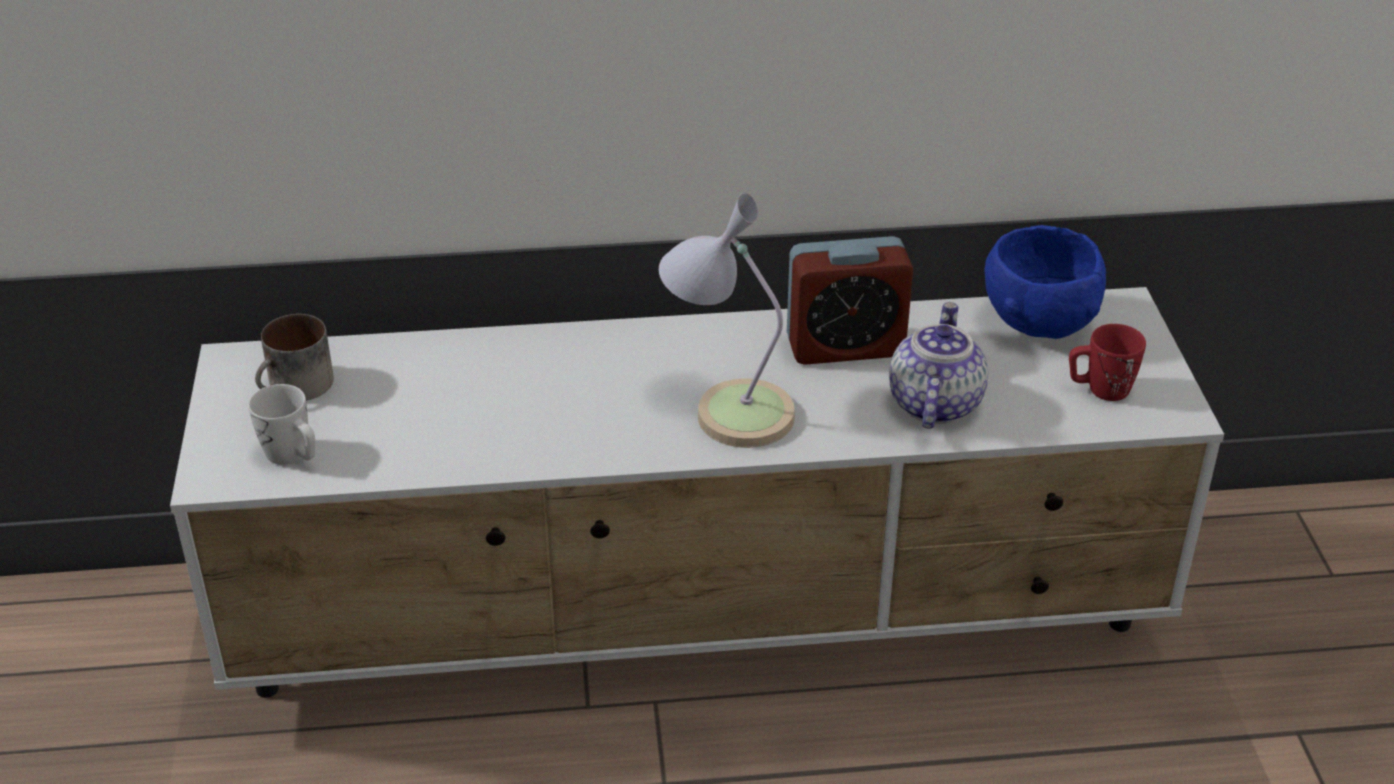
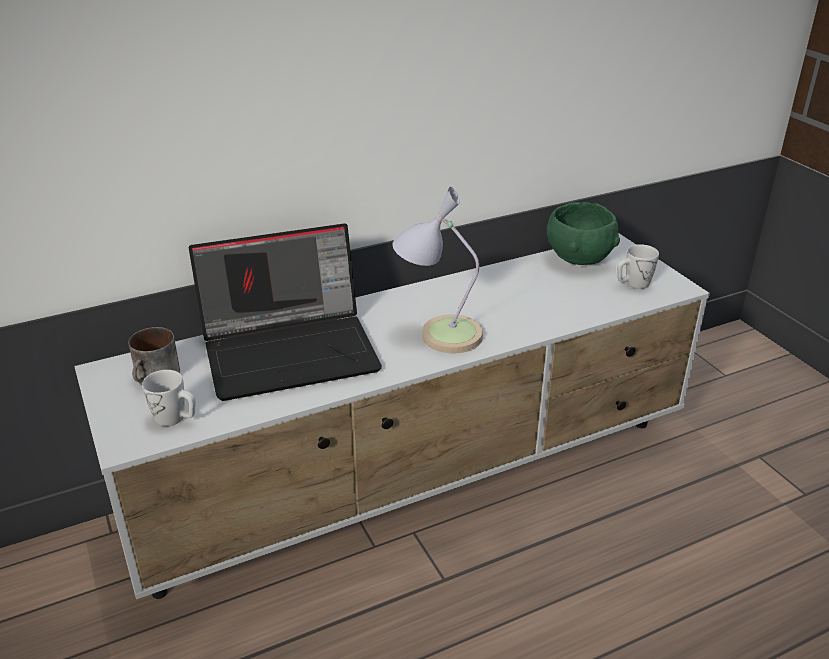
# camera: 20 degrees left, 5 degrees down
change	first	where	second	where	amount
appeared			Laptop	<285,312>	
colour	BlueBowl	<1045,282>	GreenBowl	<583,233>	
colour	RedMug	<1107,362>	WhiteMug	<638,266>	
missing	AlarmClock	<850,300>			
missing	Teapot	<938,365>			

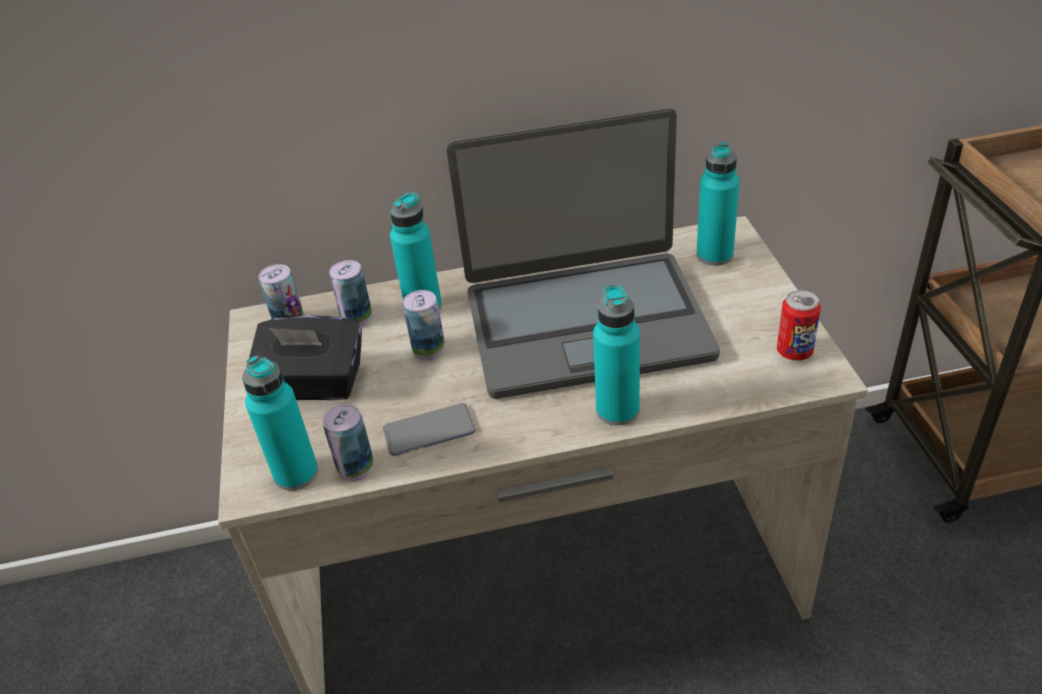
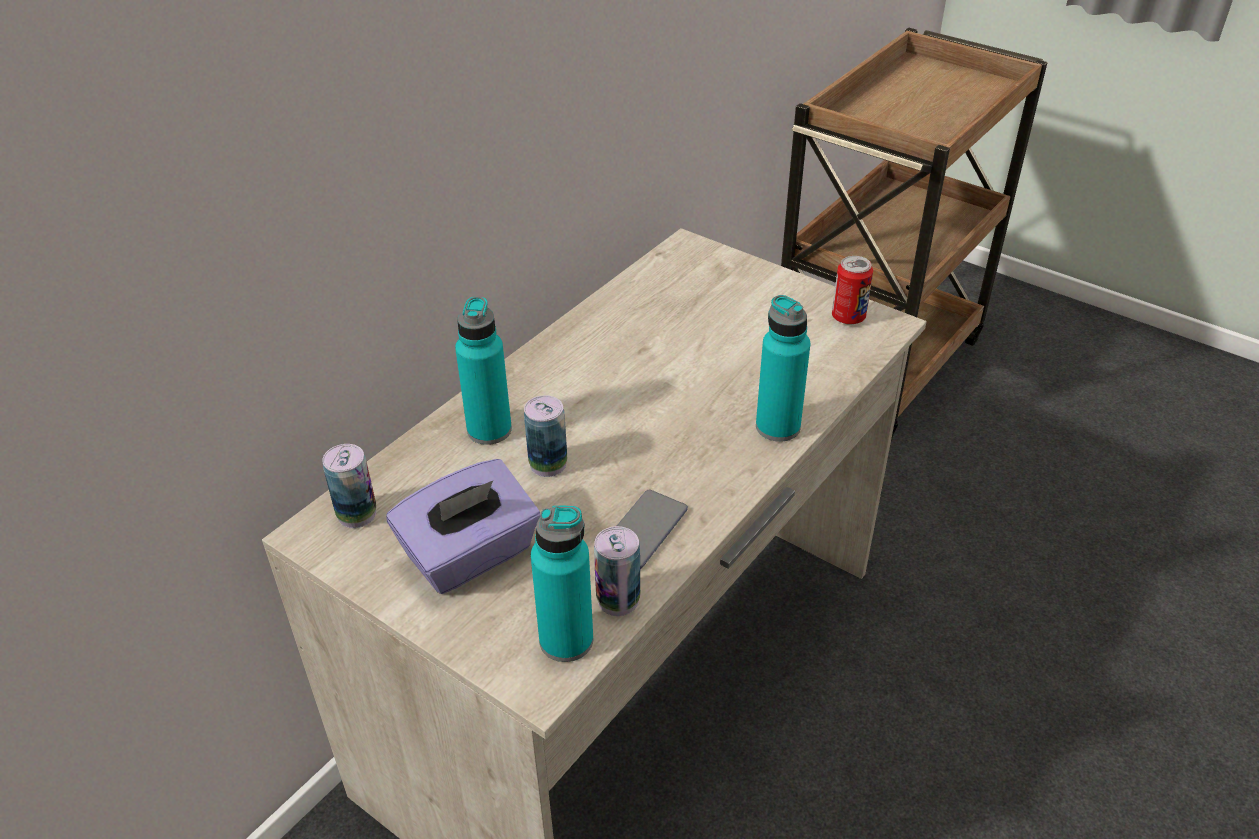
# camera: 45 degrees left, 0 degrees up
change	first	where	second	where	amount
colour	BlackTissueBox	<305,357>	PurpleTissueBox	<463,526>	
missing	Can	<350,293>			
missing	Laptop	<583,253>			
missing	TurquoiseBottle	<718,204>			

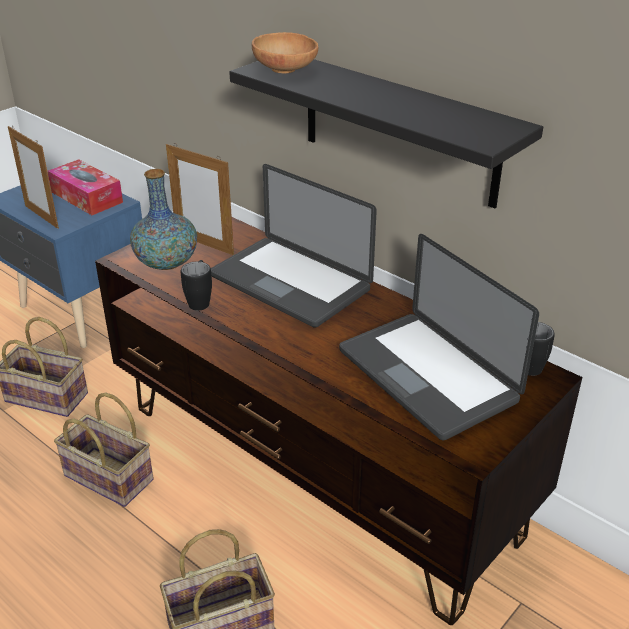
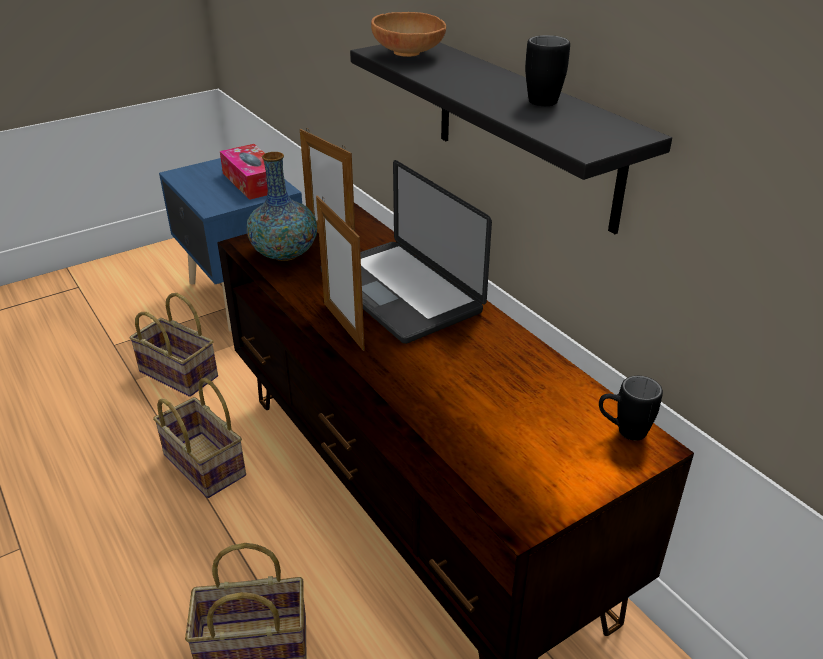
# camera: 15 degrees right, 0 degrees up
change	first	where	second	where	amount
relocated	PictureFrame	<33,177>		<340,273>	
relocated	BlackMug	<196,285>		<547,70>	
missing	Laptop	<439,337>			

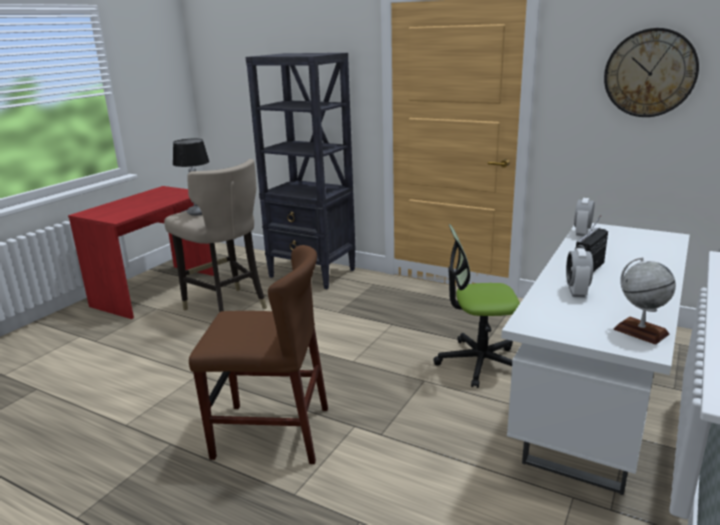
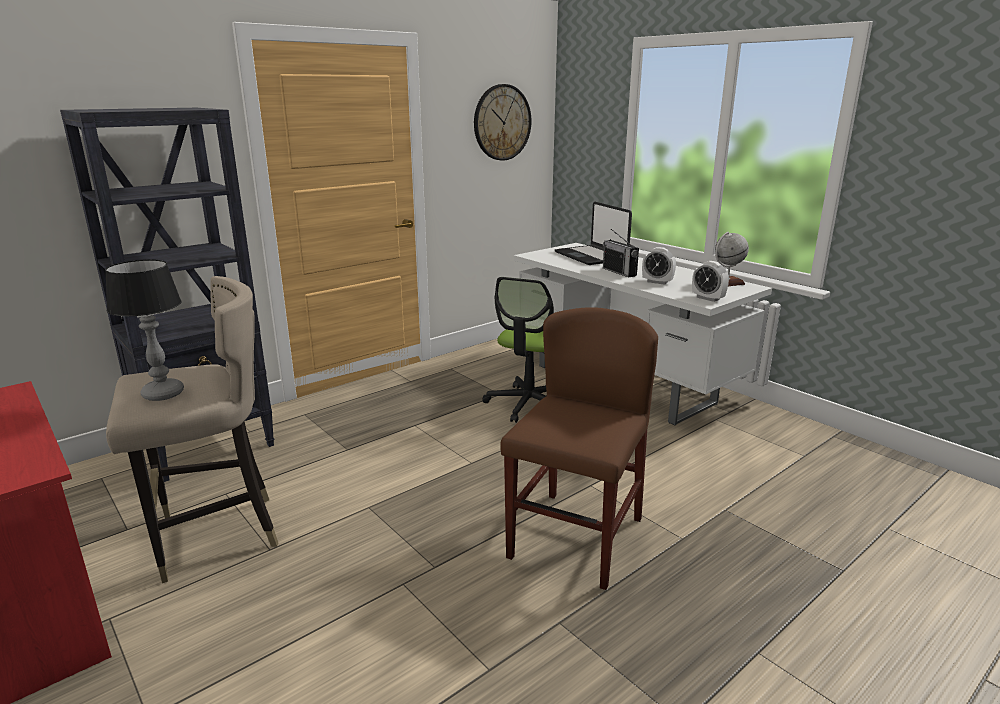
# camera: 70 degrees left, 0 degrees up
change	first	where	second	where	amount
appeared			Laptop	<593,233>	
relocated	AlarmClock	<584,217>		<710,281>	

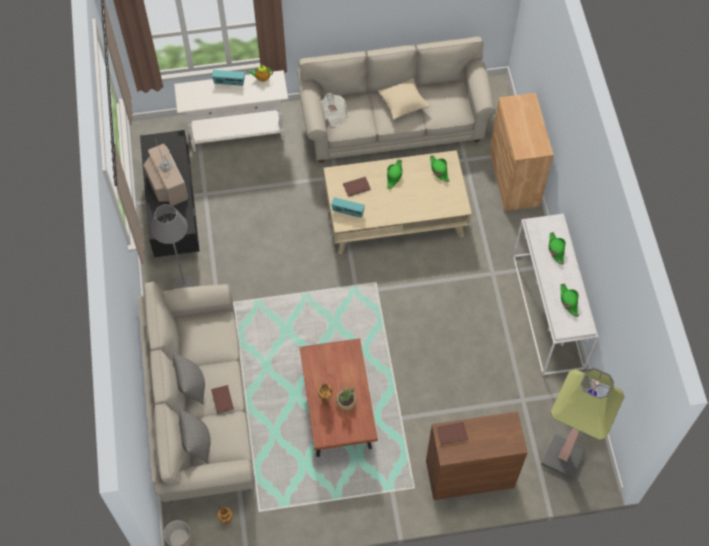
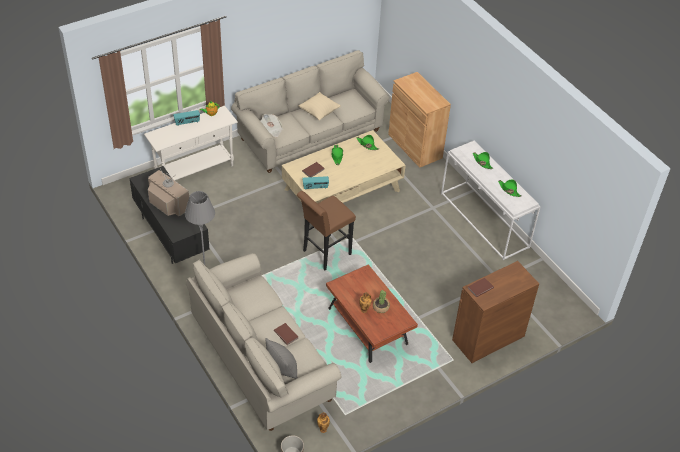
# camera: 25 degrees left, 15 degrees down
change	first	where	second	where	amount
appeared			BrownStool	<326,230>	
missing	GreyPillow	<189,378>			
missing	FloorLamp	<583,424>			

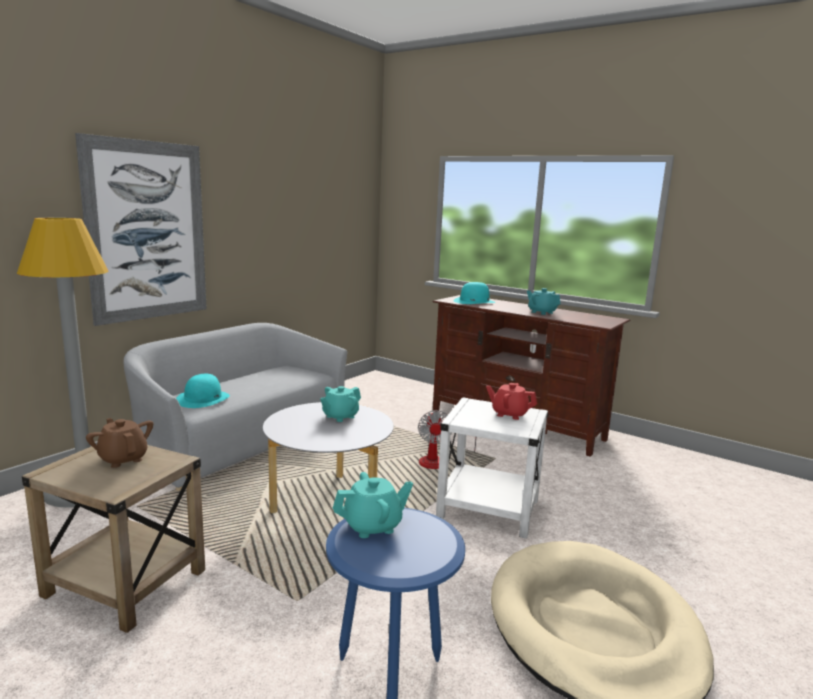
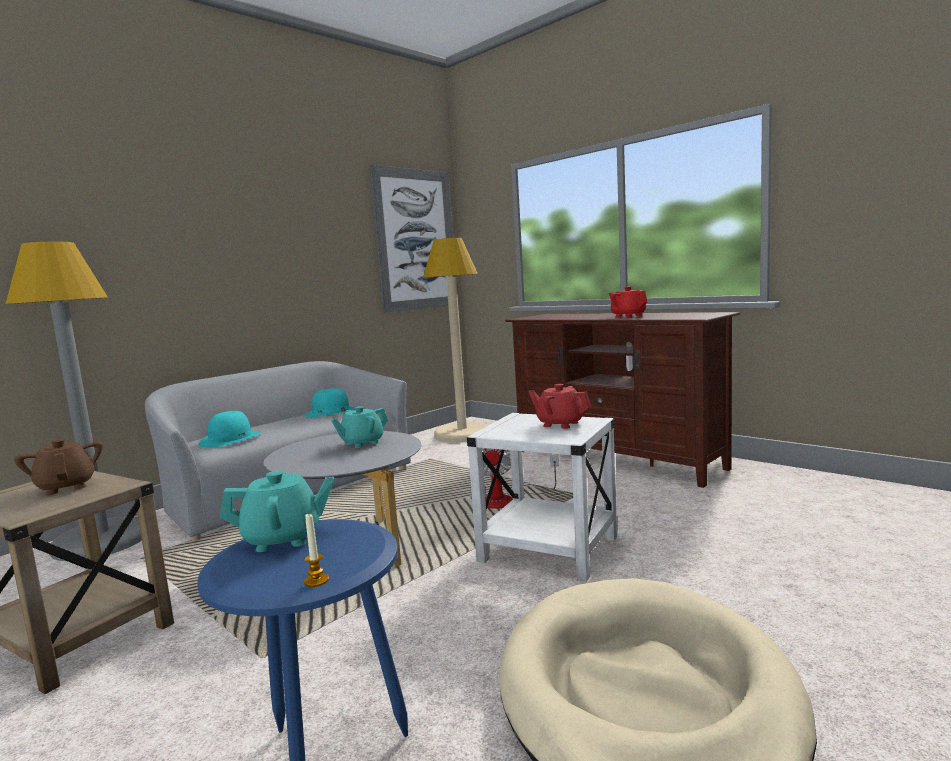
# camera: 10 degrees right, 5 degrees down
change	first	where	second	where	amount
relocated	TurquoiseHat	<475,293>		<329,402>	
appeared			Candle	<316,549>	
relocated	Picture	<141,229>		<412,239>	
appeared			BeigeFloorLamp	<455,340>	
colour	TurquoiseTeapot	<543,301>	RedTeapot	<628,302>	

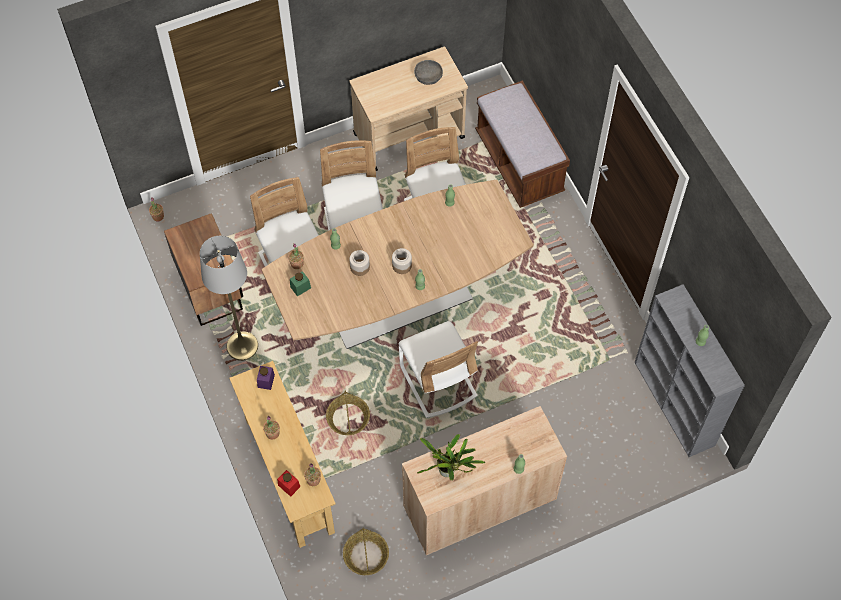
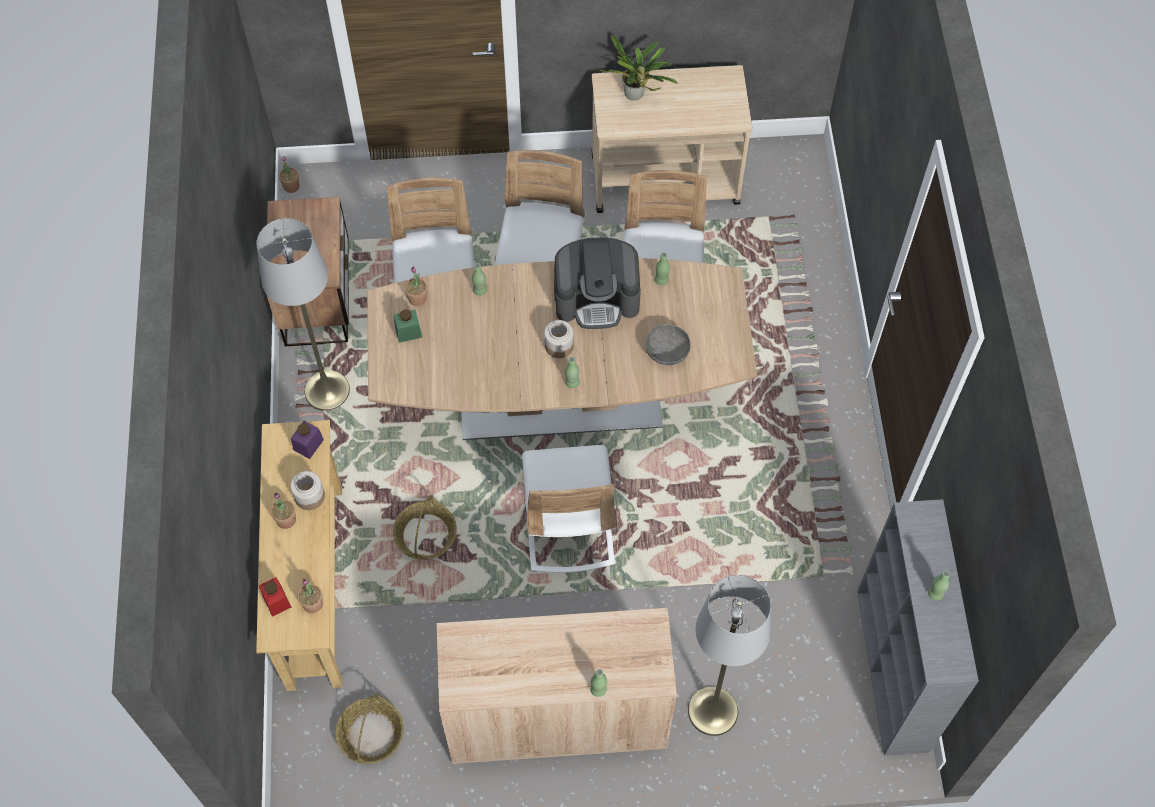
# camera: 20 degrees right, 0 degrees up
change	first	where	second	where	amount
relocated	Jar	<359,263>		<307,490>	
appeared			CoffeeMachine	<597,283>	
relocated	PottedPlant	<451,457>		<635,68>	
relocated	GreyBowl	<428,72>		<668,344>	
appeared			GreyFloorLamp	<729,655>	
missing	BrownBench	<522,144>			

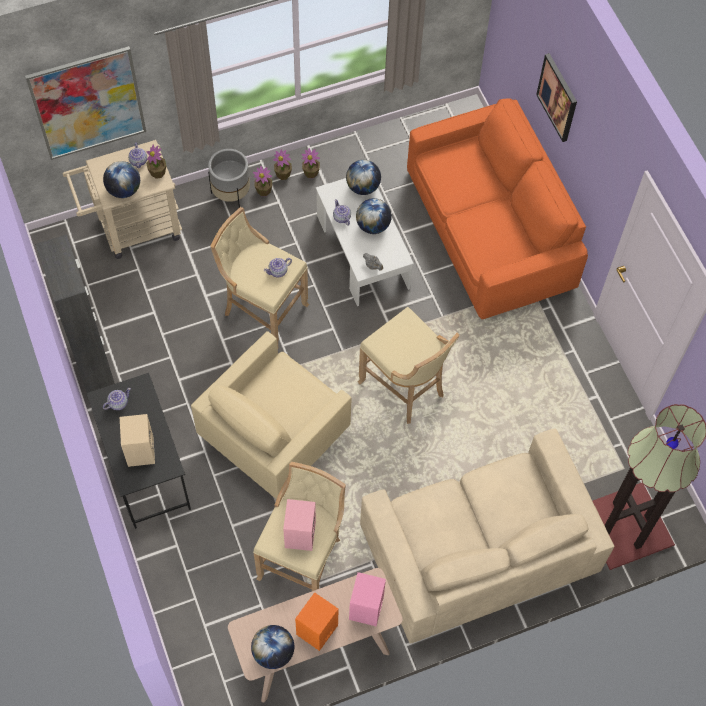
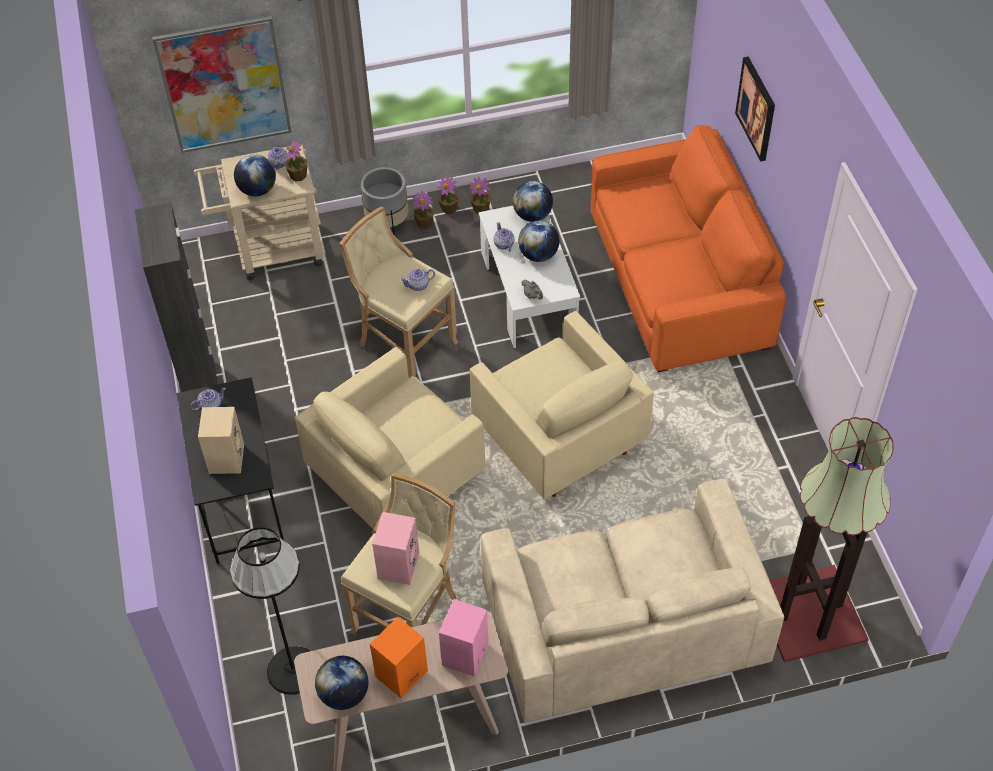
# camera: 10 degrees right, 10 degrees down
change	first	where	second	where	amount
appeared			BlackFloorLamp	<270,611>	
exchanged	BeigeStool	<408,365>	BeigeArmchair	<562,405>	

